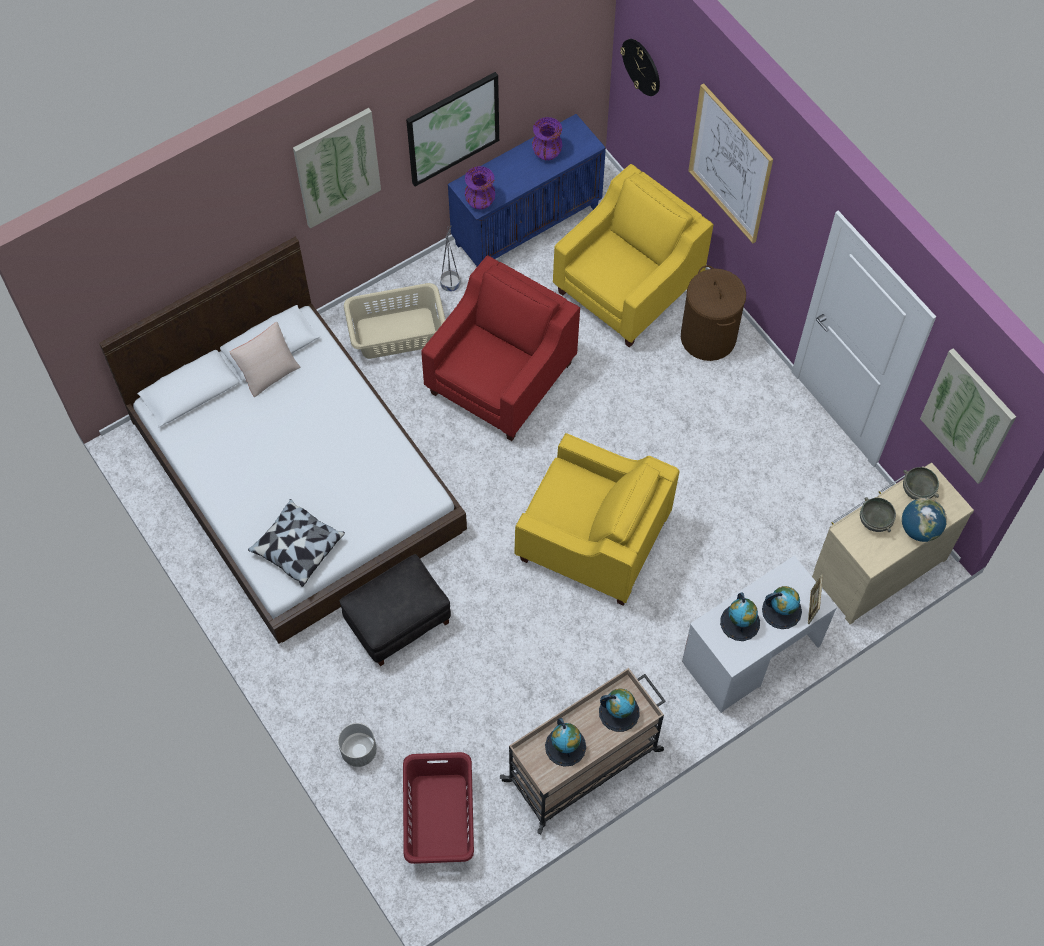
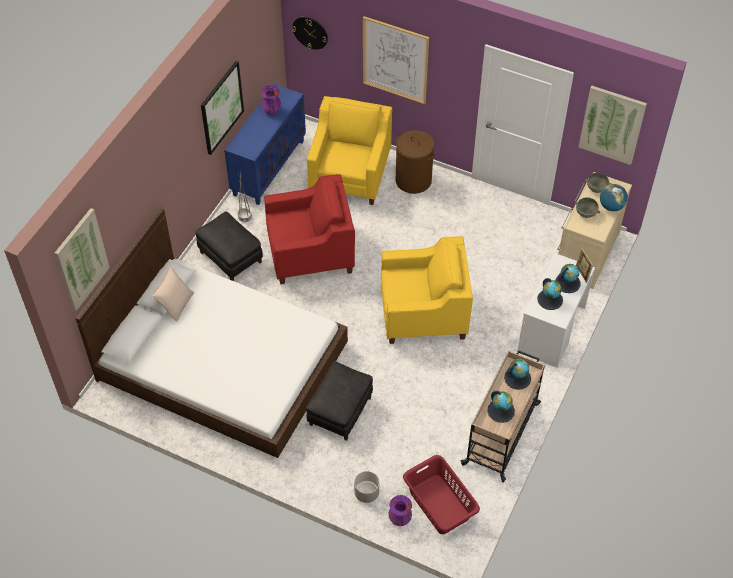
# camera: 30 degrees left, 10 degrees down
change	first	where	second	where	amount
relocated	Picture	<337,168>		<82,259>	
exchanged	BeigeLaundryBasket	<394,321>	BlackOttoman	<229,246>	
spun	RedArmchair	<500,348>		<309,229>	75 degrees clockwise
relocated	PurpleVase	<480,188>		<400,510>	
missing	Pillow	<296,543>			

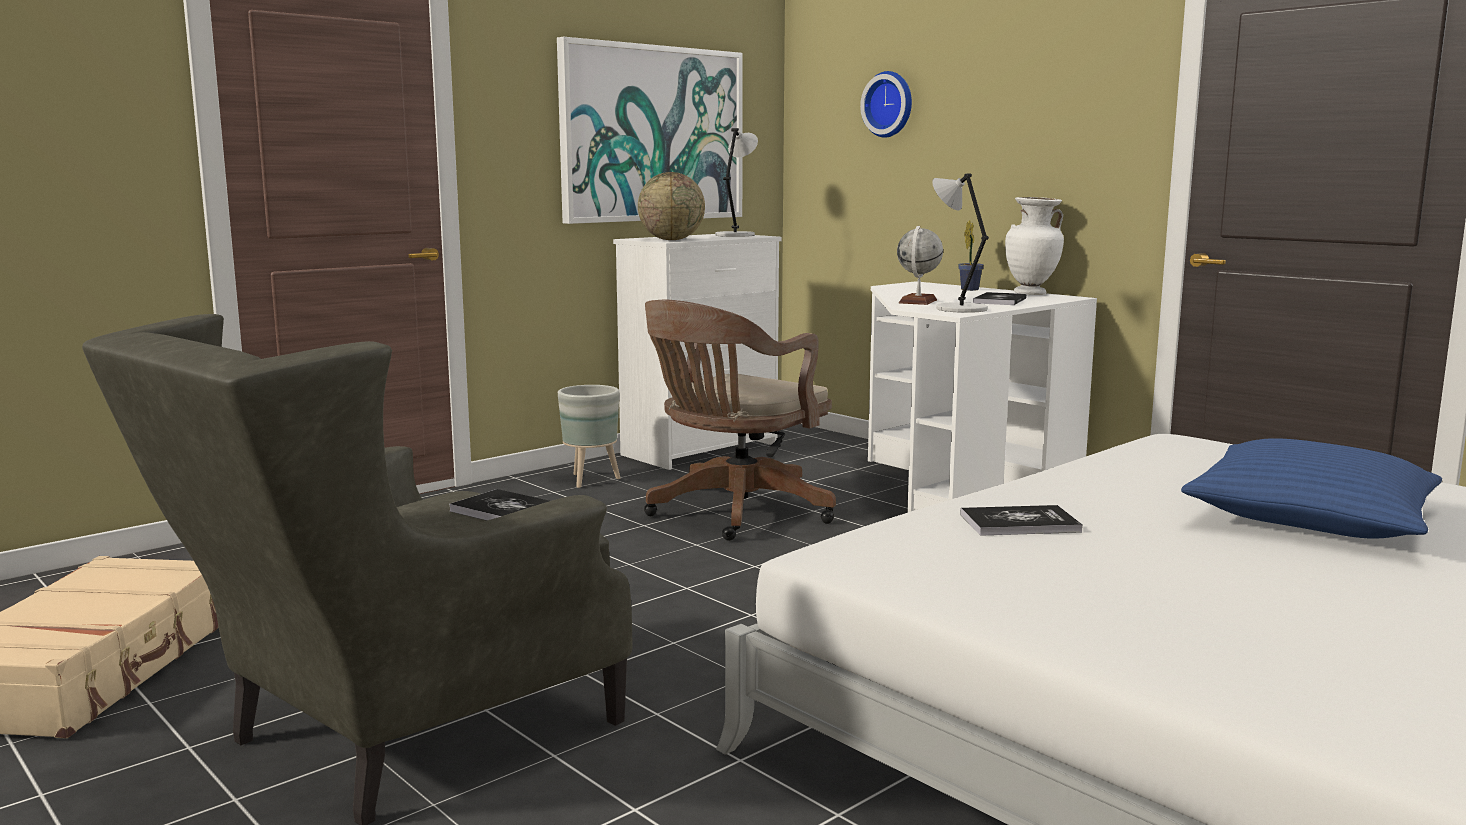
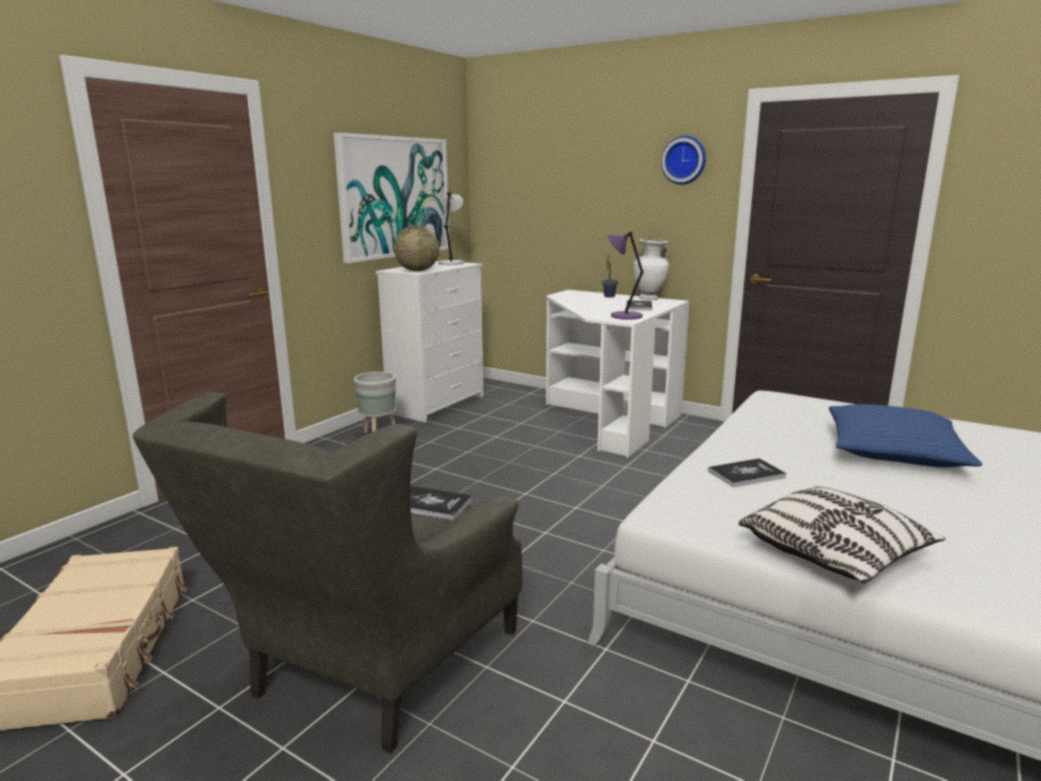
# camera: 15 degrees left, 5 degrees up
change	first	where	second	where	amount
colour	GreyTableLamp	<960,243>	PurpleTableLamp	<626,275>	
relocated	WallClock	<886,104>		<683,160>	
appeared			Pillow	<841,534>	
missing	BrownOfficeChair	<740,420>			
missing	Globe	<920,265>			

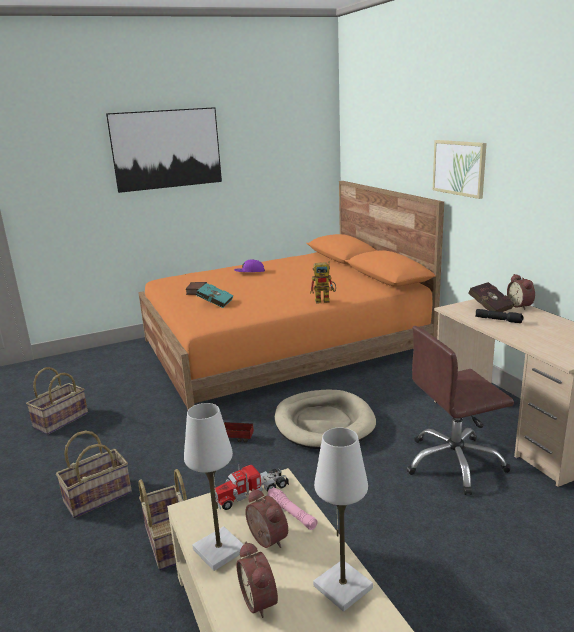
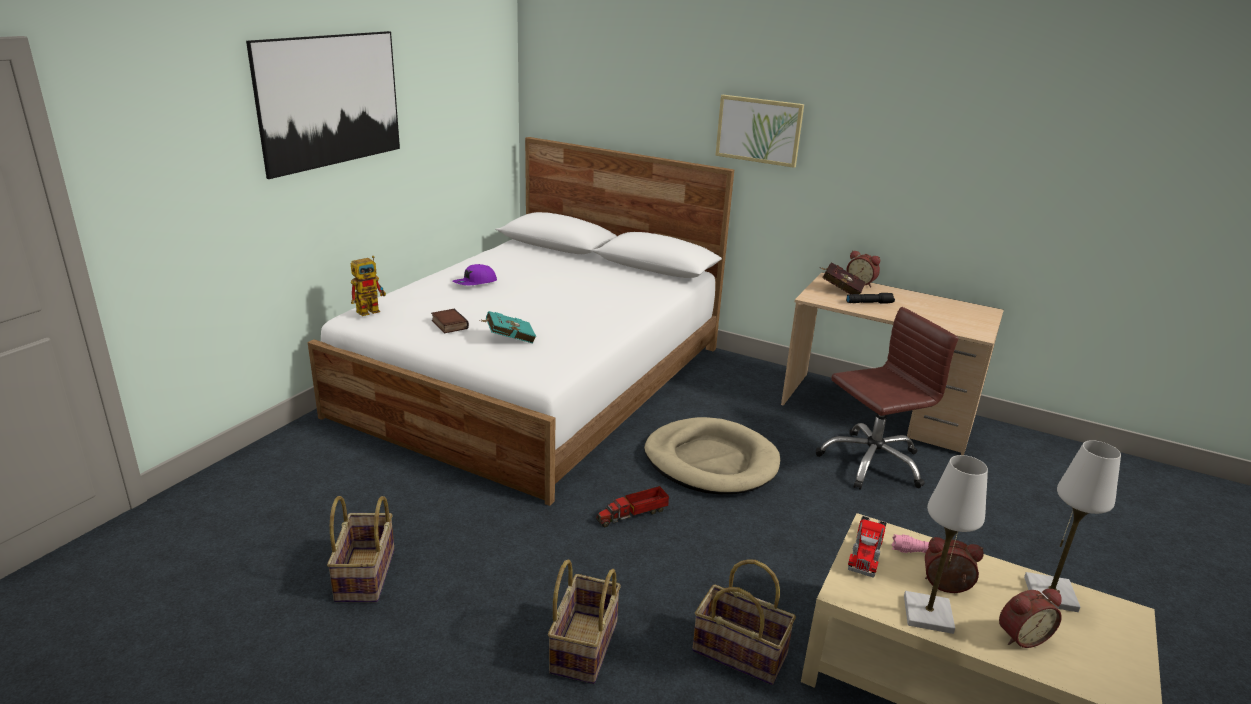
# camera: 40 degrees left, 5 degrees up
change	first	where	second	where	amount
colour	OrangeBed	<291,296>	WhiteBed	<521,321>	
relocated	ToyRobot	<323,282>		<368,286>	
spun	BrownOfficeChair	<460,410>		<887,398>	150 degrees counterclockwise
spun	AlarmClock	<257,580>		<1030,618>	45 degrees counterclockwise

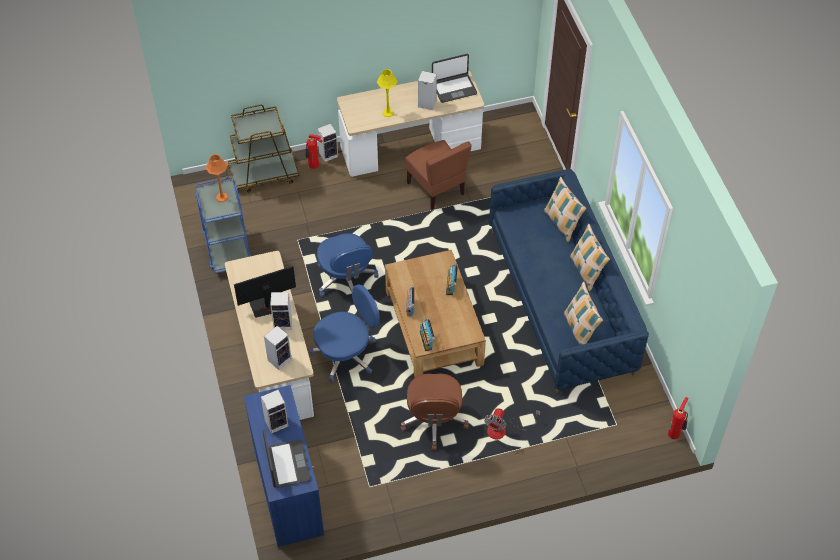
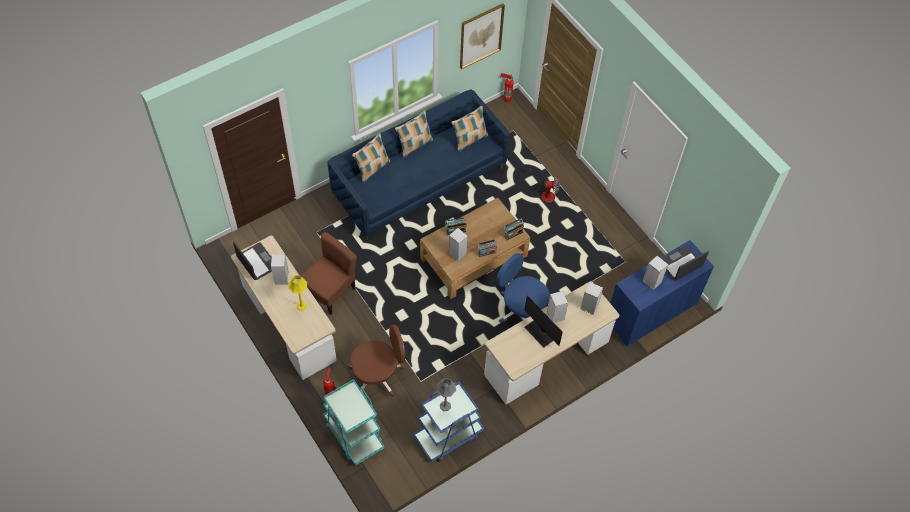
# camera: 110 degrees left, 5 degrees up
change	first	where	second	where	amount
colour	BrownCart	<263,148>	TurquoiseCart	<354,422>	
relocated	BrownOfficeChair	<434,412>		<377,361>	
colour	OrangeTableLamp	<217,178>	GreyTableLamp	<446,394>	
relocated	Speaker	<327,142>		<458,244>	
appeared			Picture	<482,36>	
missing	BlueOfficeChair	<347,265>			

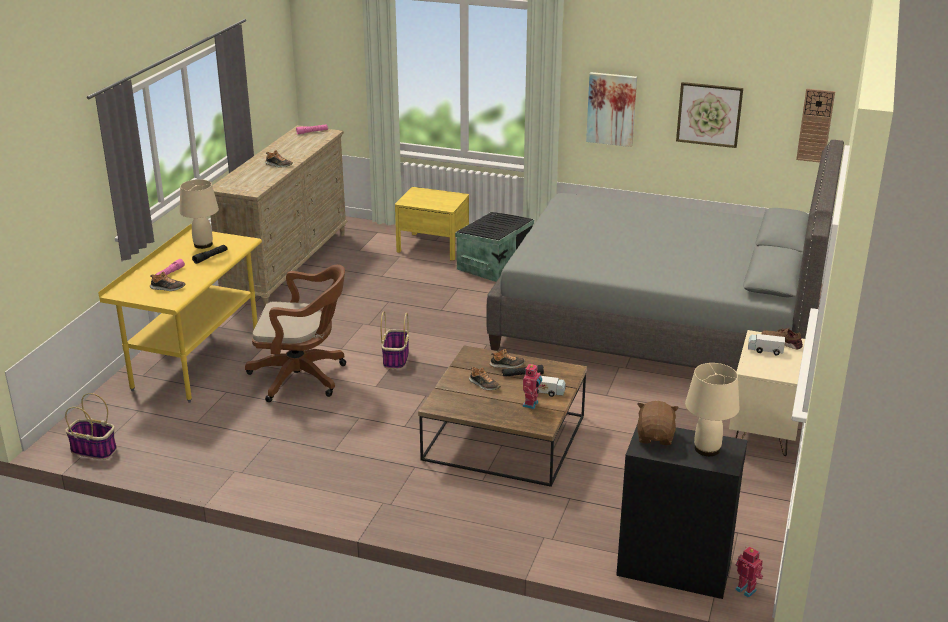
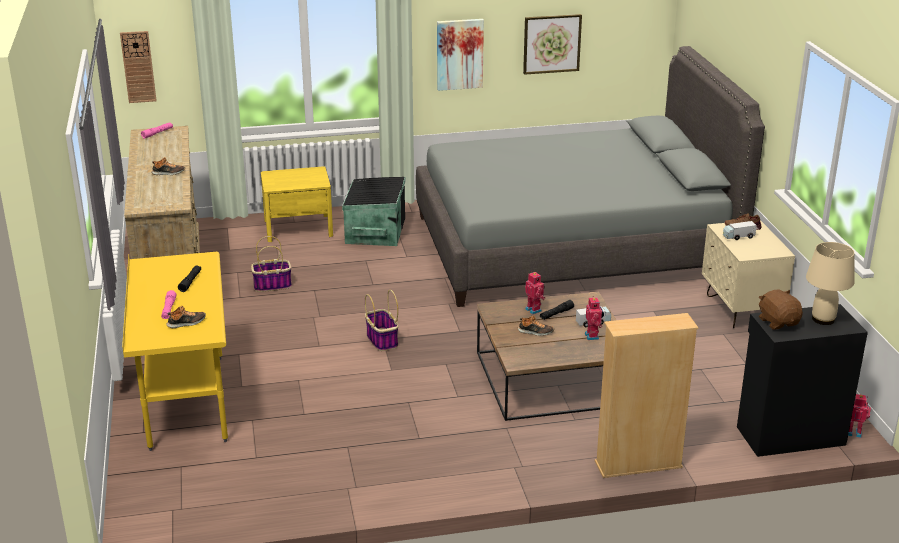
# camera: 30 degrees left, 0 degrees up
change	first	where	second	where	amount
relocated	WallClock	<815,126>		<138,67>	
relocated	Basket	<91,426>		<271,264>	
exchanged	Shoe	<507,358>	ToyRobot	<535,293>	
appeared			BeigeBookcase	<646,395>	
missing	BeigeTableLamp	<199,214>			
missing	BrownOfficeChair	<295,333>			

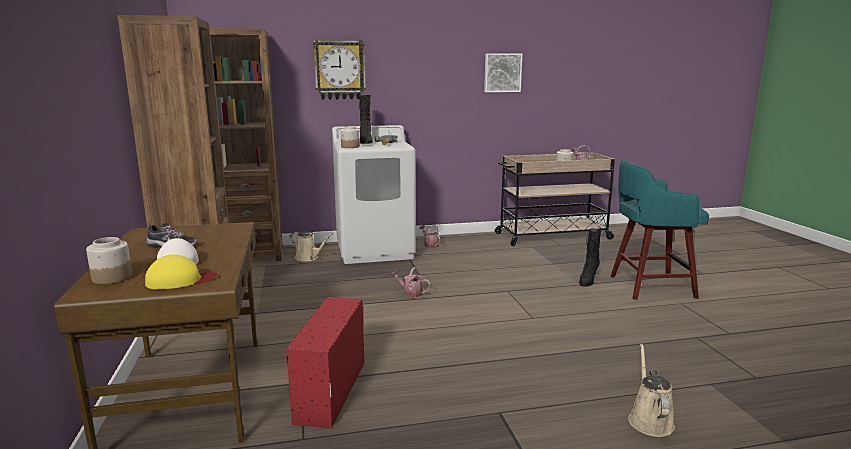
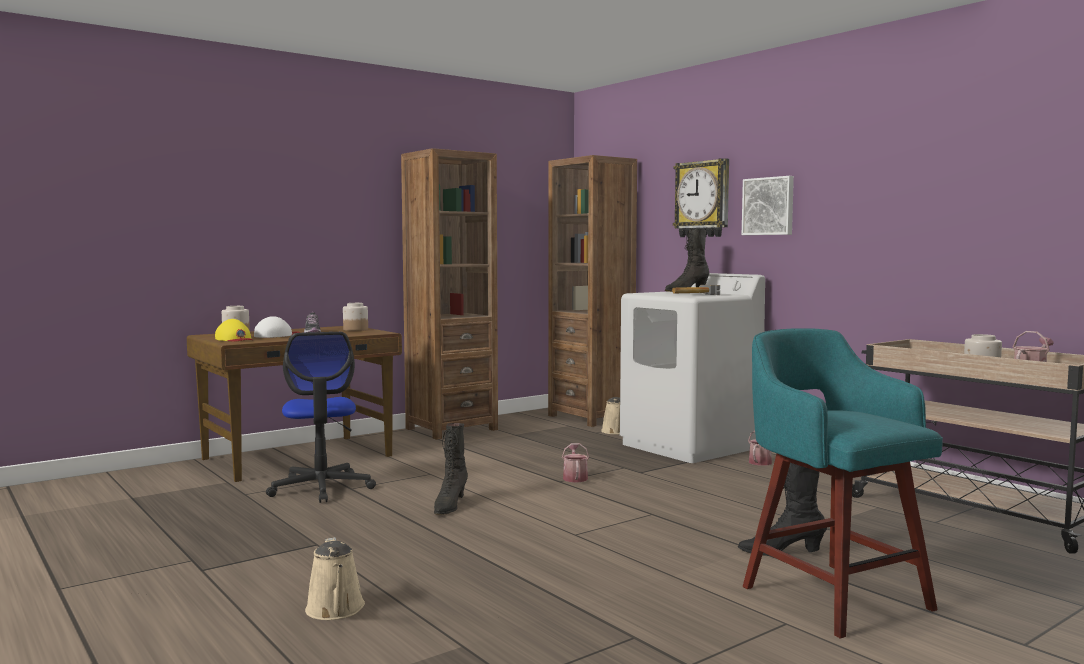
# camera: 65 degrees right, 10 degrees down
change	first	where	second	where	amount
exchanged	RedStorageBox	<325,362>	OfficeChair	<321,417>	
spun	BeigeWateringCan	<651,390>		<335,578>	90 degrees clockwise
relocated	Jar	<350,137>		<355,317>	
appeared			BlackBoot	<451,469>	
relocated	Picture	<503,72>		<768,205>	

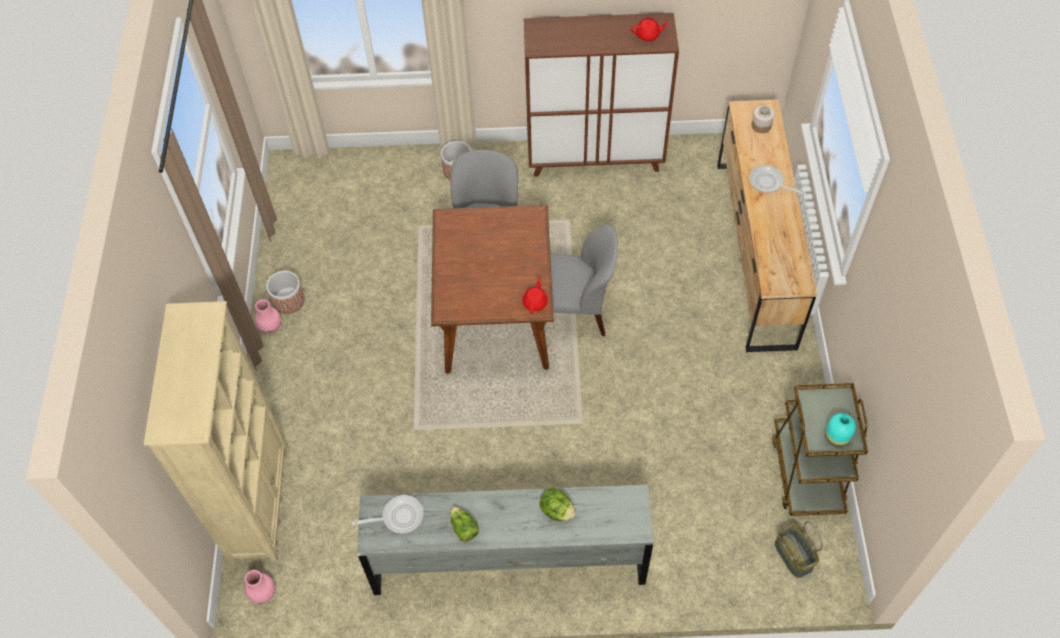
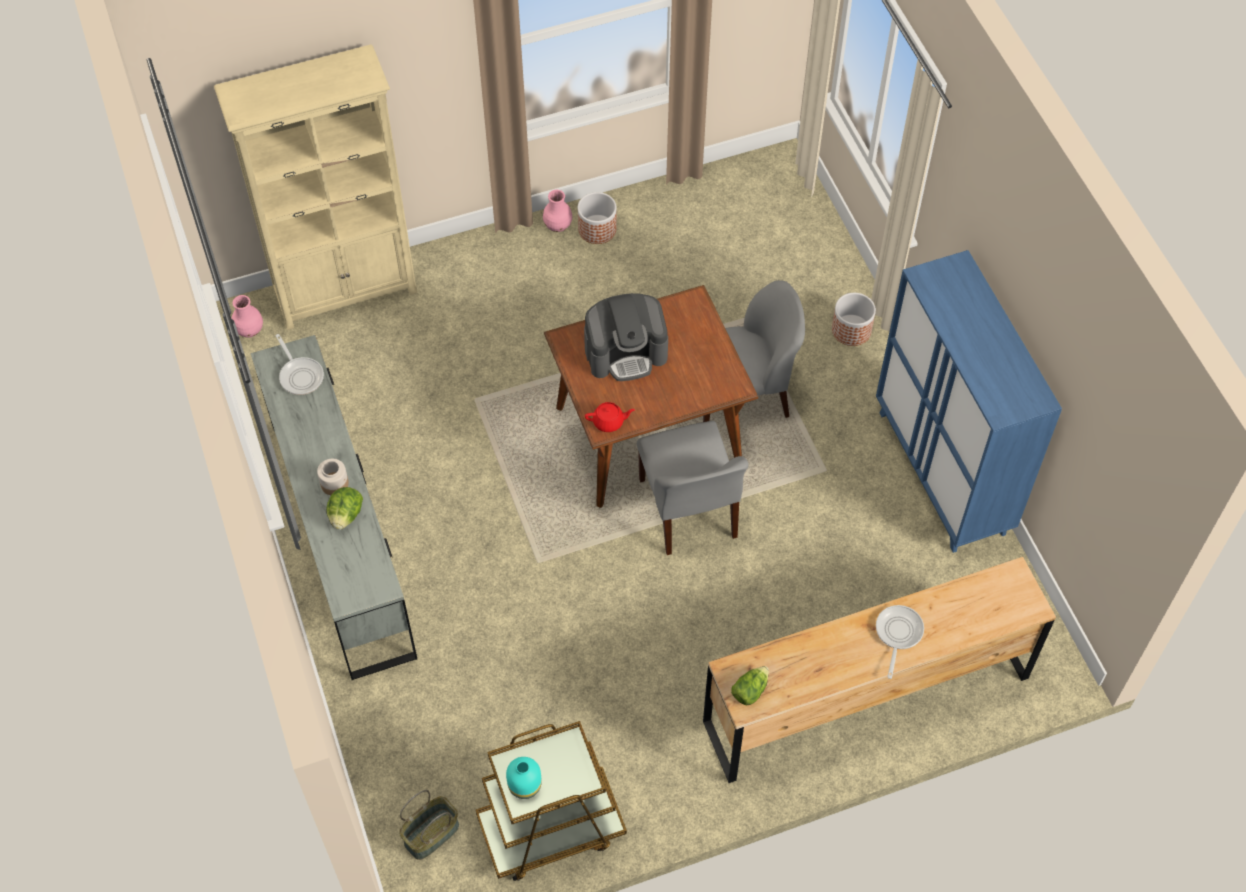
# camera: 70 degrees right, 0 degrees up
change	first	where	second	where	amount
relocated	Jar	<762,119>		<333,477>	
appeared			CoffeeMachine	<626,337>	
relocated	Lettuce	<465,524>		<750,685>	
colour	BrownCabinet	<601,95>	BlueCabinet	<969,401>	
missing	RedTeapot	<650,29>			

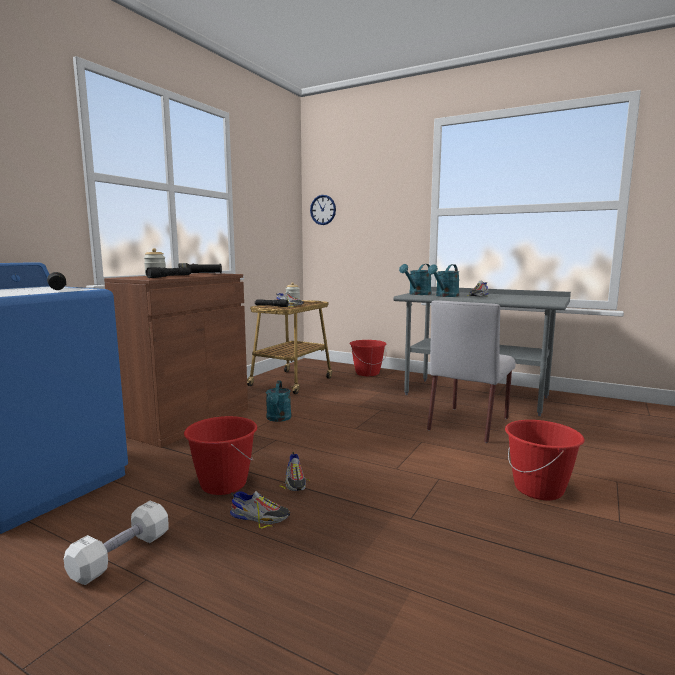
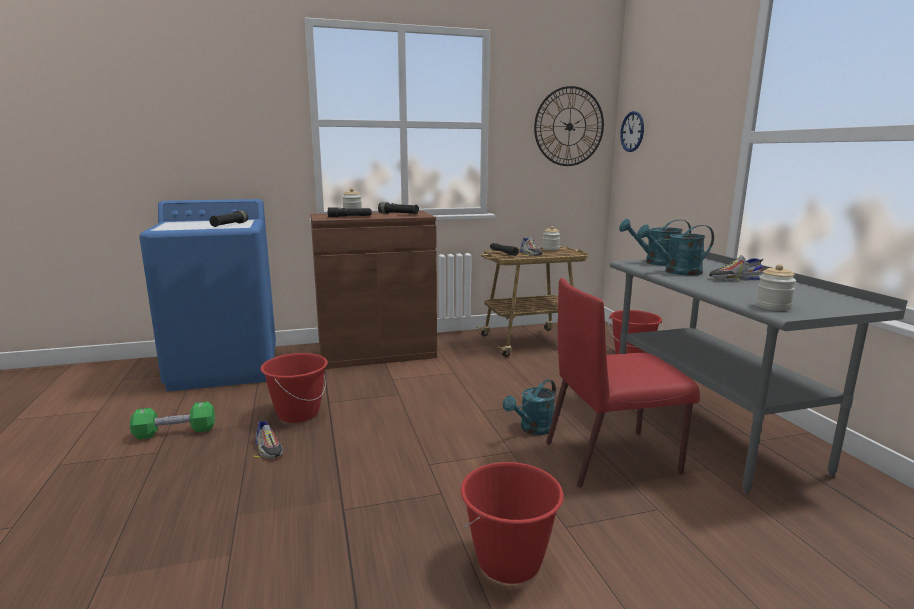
# camera: 45 degrees right, 5 degrees up
change	first	where	second	where	amount
colour	WhiteDumbbell	<116,543>	GreenDumbbell	<172,420>	
relocated	TurquoiseWateringCan	<278,401>		<529,407>	
appeared			WallClock	<569,126>	
colour	GreyChair	<471,371>	RedChair	<623,383>	
appeared			Jar	<776,287>	
missing	Shoe	<294,471>			

